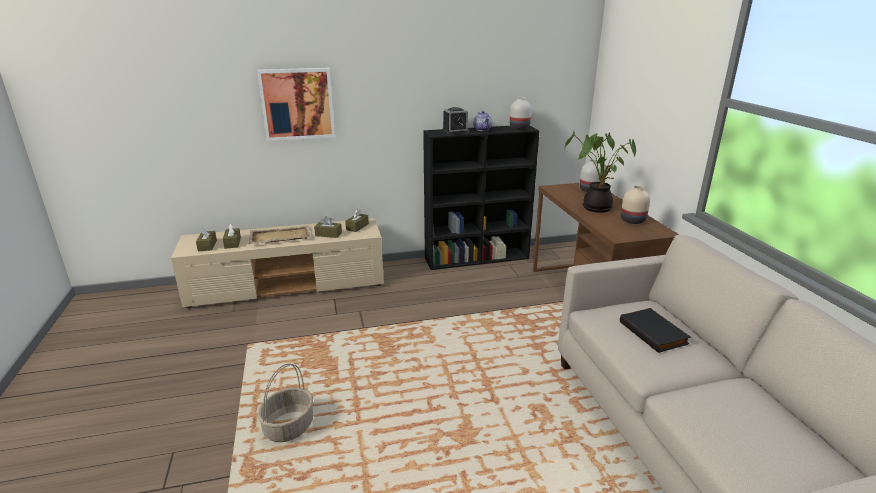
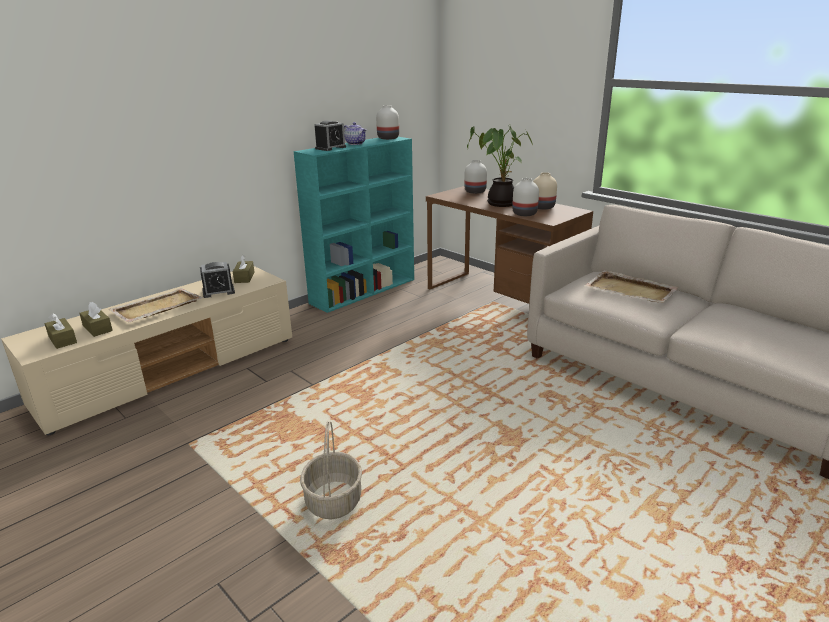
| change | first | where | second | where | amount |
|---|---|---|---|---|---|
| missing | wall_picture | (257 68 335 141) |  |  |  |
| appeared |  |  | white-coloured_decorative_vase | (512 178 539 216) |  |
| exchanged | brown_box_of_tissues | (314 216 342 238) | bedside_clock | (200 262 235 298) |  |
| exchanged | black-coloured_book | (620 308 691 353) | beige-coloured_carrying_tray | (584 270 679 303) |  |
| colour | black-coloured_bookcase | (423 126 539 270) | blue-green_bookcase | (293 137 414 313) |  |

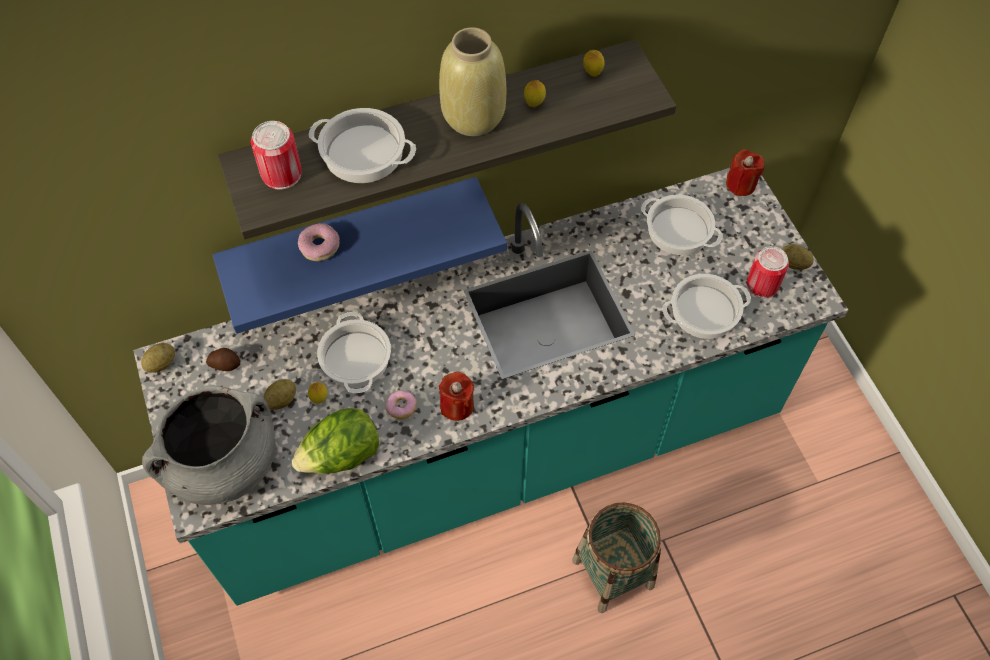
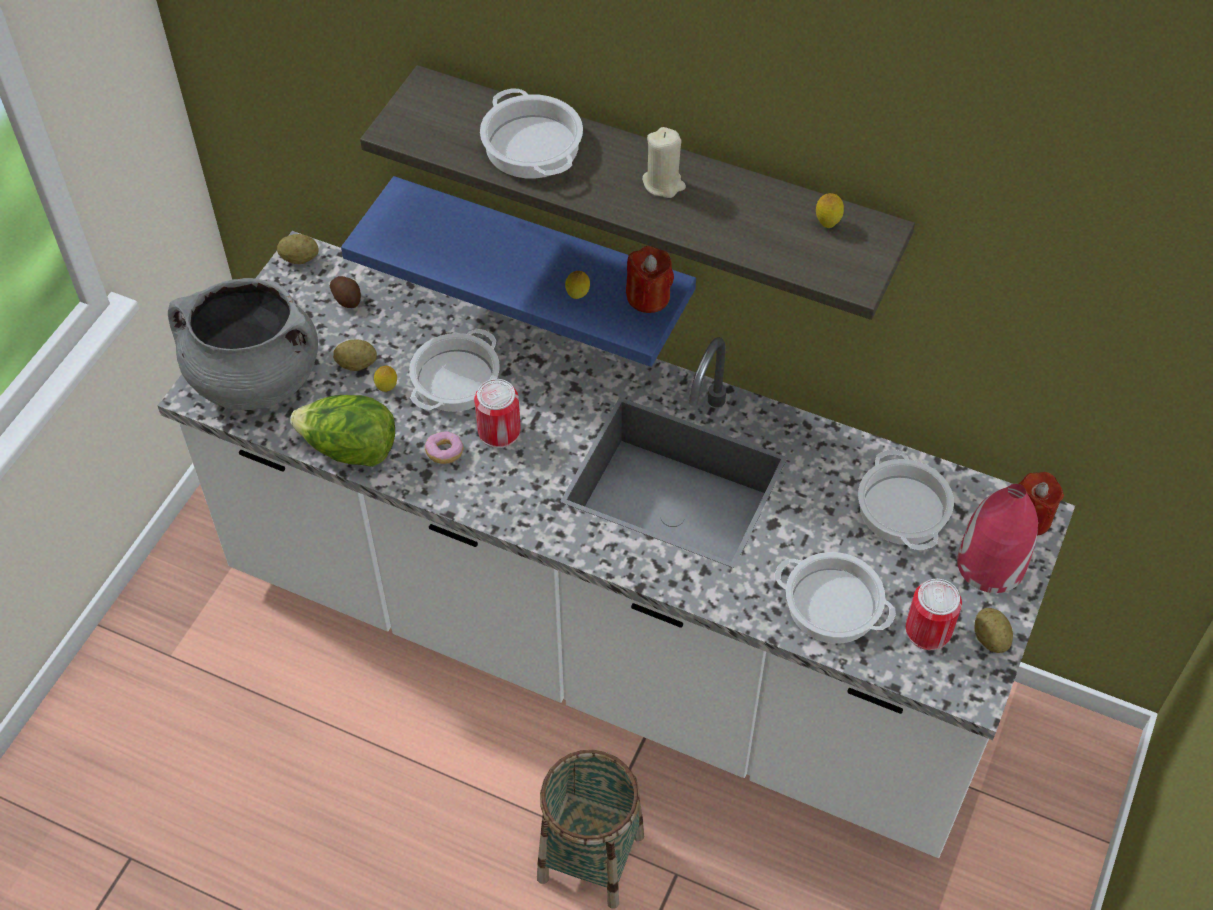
| change | first | where | second | where | amount |
|---|---|---|---|---|---|
| missing | doughnut | (298 223 340 261) |  |  |  |
| appeared |  |  | red-coloured_decorative_vase | (957 484 1038 593) |  |
| relocated | sealed_can | (251 121 302 190) |  | (474 379 521 448) |  |
| relocated | red-coloured_candle | (439 372 474 421) |  | (626 246 674 313) |  |
| relocated | whole_lemon | (524 80 546 107) |  | (565 271 590 299) |  |
| exchanged | beige-coloured_decorative_vase | (439 27 506 136) | beige-coloured_candle | (642 127 686 198) |  |
| colour | blue-green_kitchen_counter | (133 168 848 606) | white-coloured_kitchen_counter | (157 231 1075 858) |  |

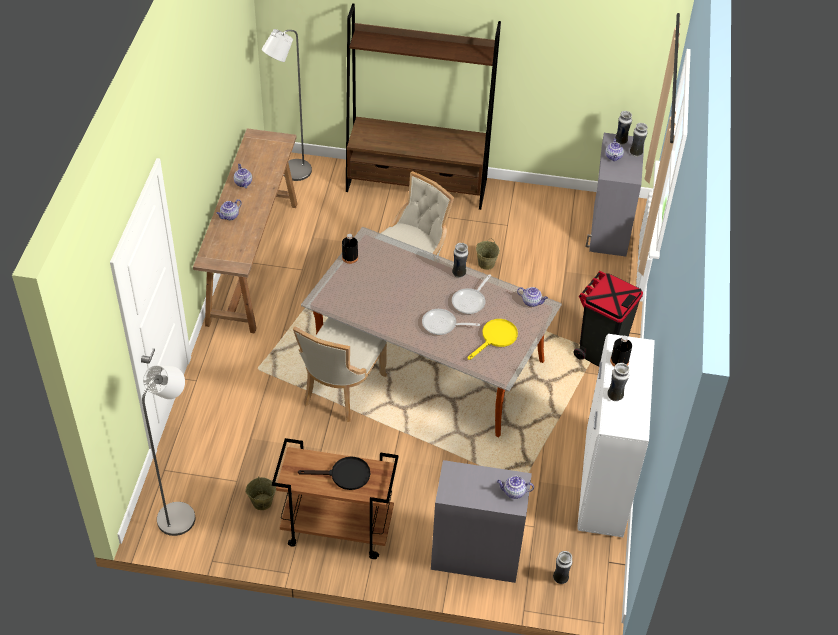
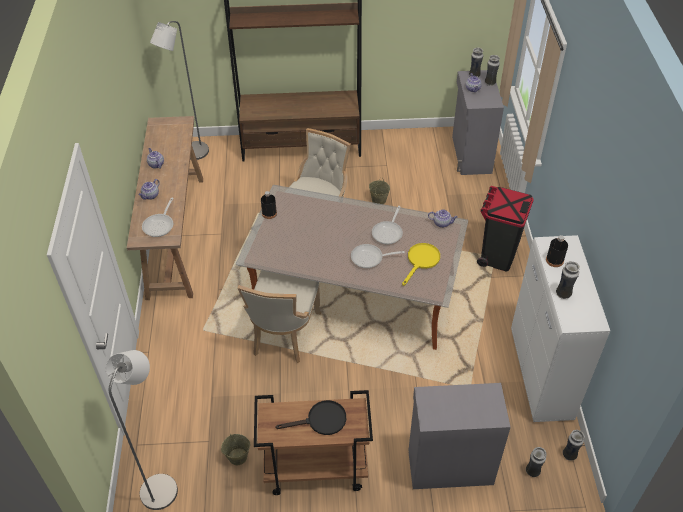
| change | first | where | second | where | amount |
|---|---|---|---|---|---|
| missing | tea_pot | (497 476 534 499) |  |  |  |
| appeared |  |  | pan | (142 198 173 237) |  |
| relocated | decorative_vase | (452 243 468 278) |  | (563 430 585 461) |  |

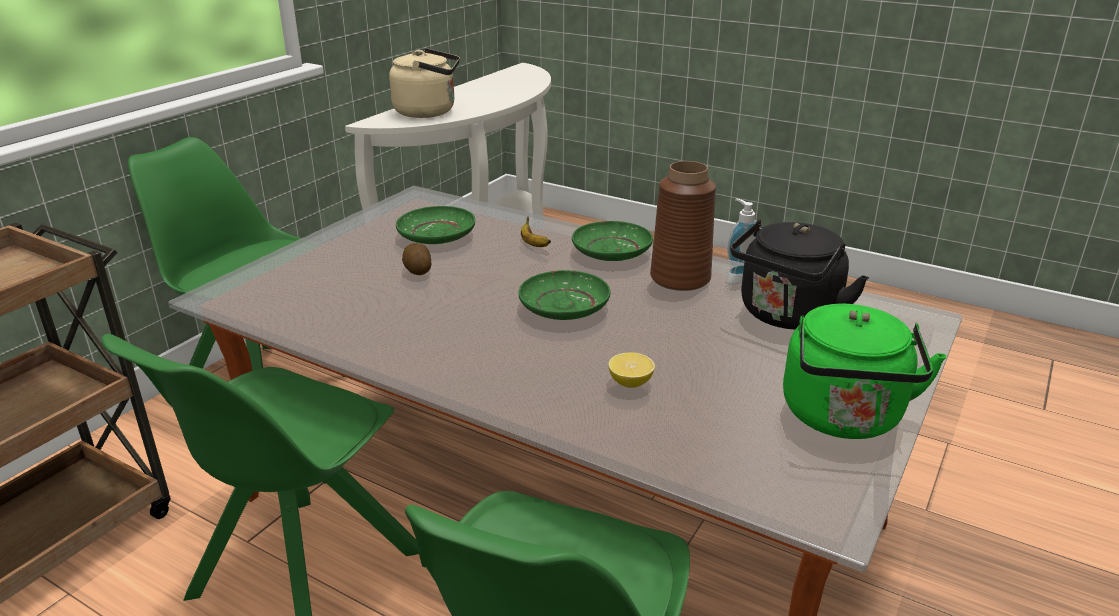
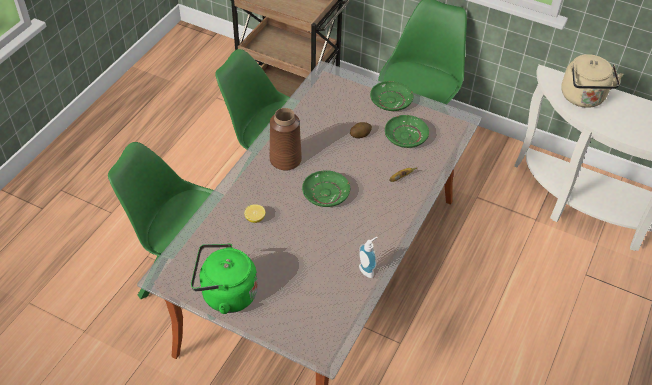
| change | first | where | second | where | amount |
|---|---|---|---|---|---|
| missing | black-coloured_water_kettle | (731 219 869 329) |  |  |  |
| relocated | green_flat_dish | (572 221 653 261) |  | (370 81 414 111) |  |
| relocated | brown_decorative_vase | (650 161 716 291) |  | (270 108 302 170) |  |

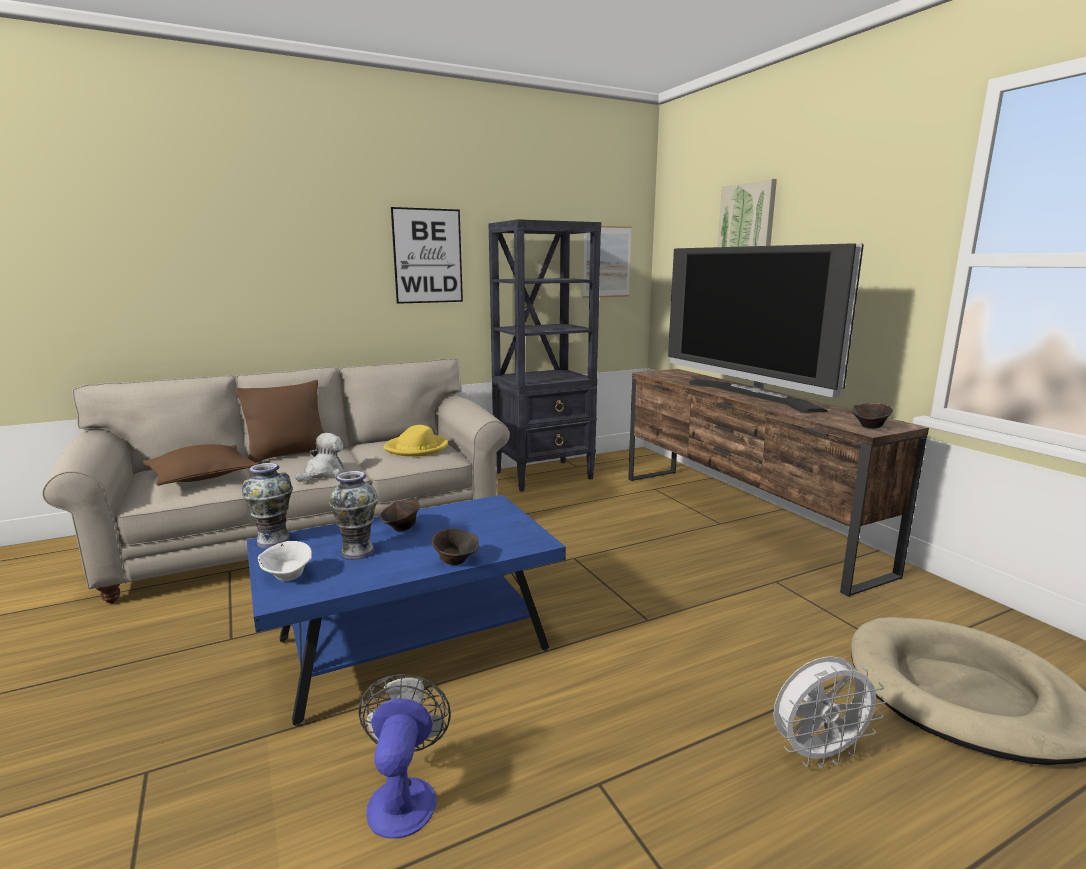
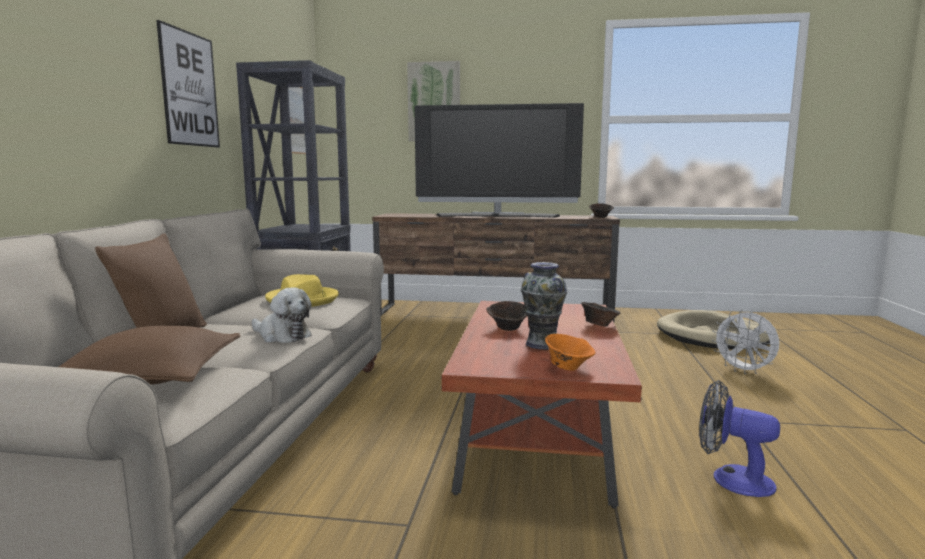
| change | first | where | second | where | amount |
|---|---|---|---|---|---|
| missing | decorative_vase | (242 463 293 548) |  |  |  |
| colour | blue_lounge_table | (247 495 566 726) | brown_lounge_table | (441 301 642 508) |  |
| colour | white-coloured_deep_dish | (258 541 312 581) | orange-coloured_deep_dish | (545 334 596 371) |  |
| spun | plush_toy | (295 433 344 482) |  | (252 287 312 343) | 150 degrees clockwise |
| spun | white-coloured_fan | (773 656 886 768) |  | (711 310 779 374) | 120 degrees clockwise |

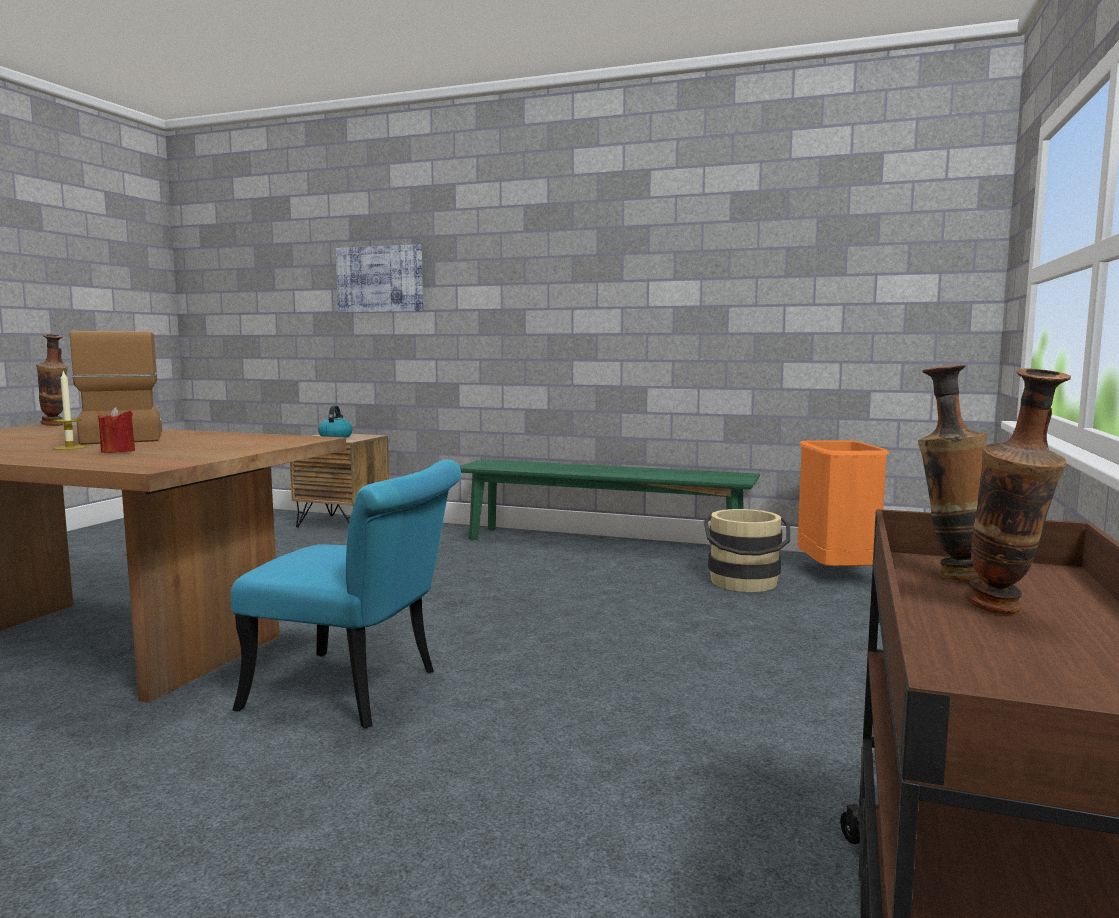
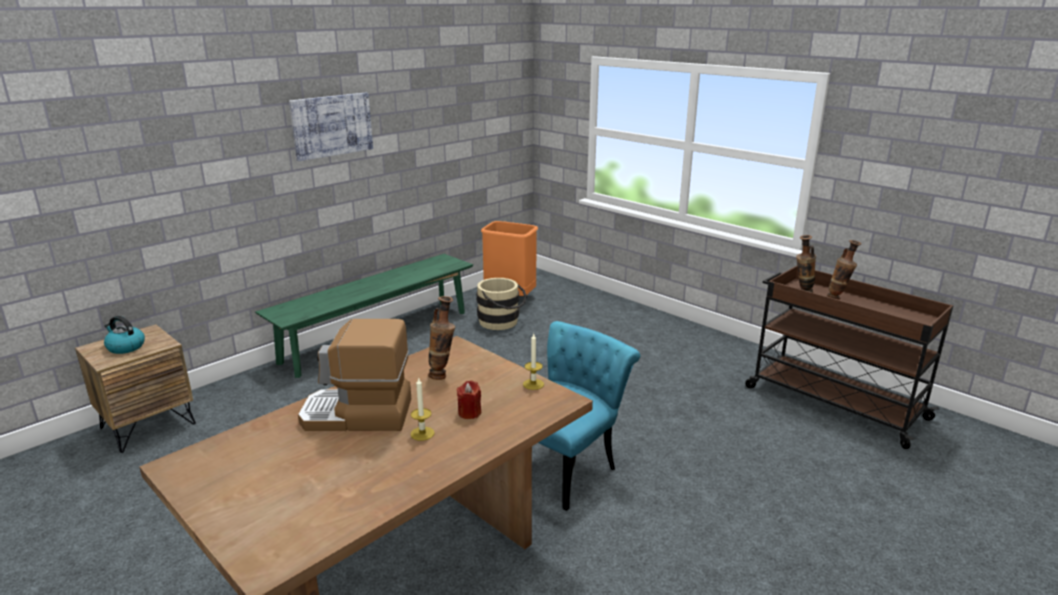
| change | first | where | second | where | amount |
|---|---|---|---|---|---|
| appeared |  |  | candle | (523 334 544 390) |  |
| relocated | decorative_vase | (36 334 68 426) |  | (428 296 455 380) |  |
| relocated | wall_picture | (336 244 423 313) |  | (289 93 373 161) |  |

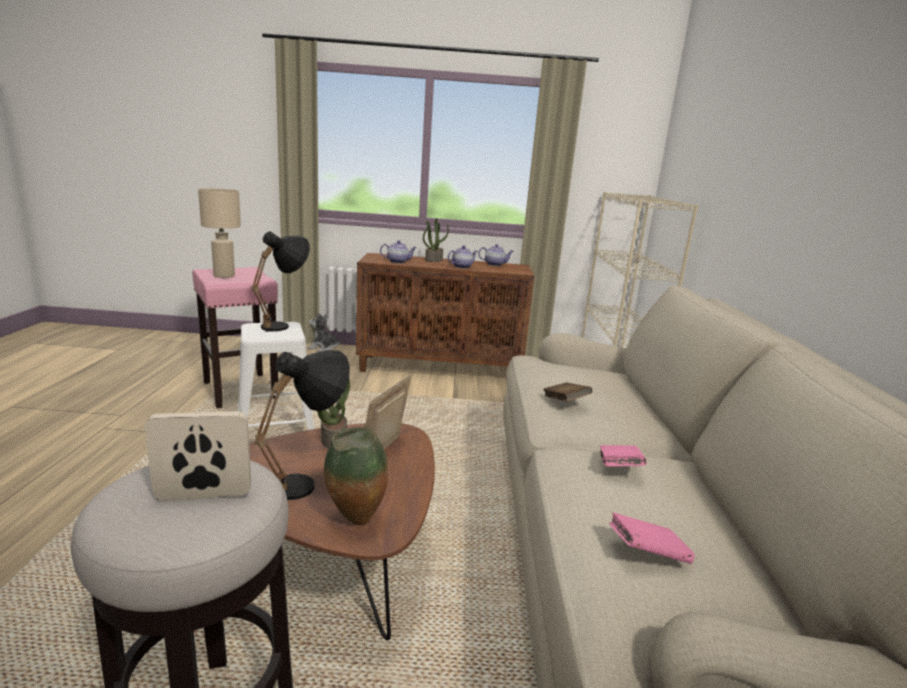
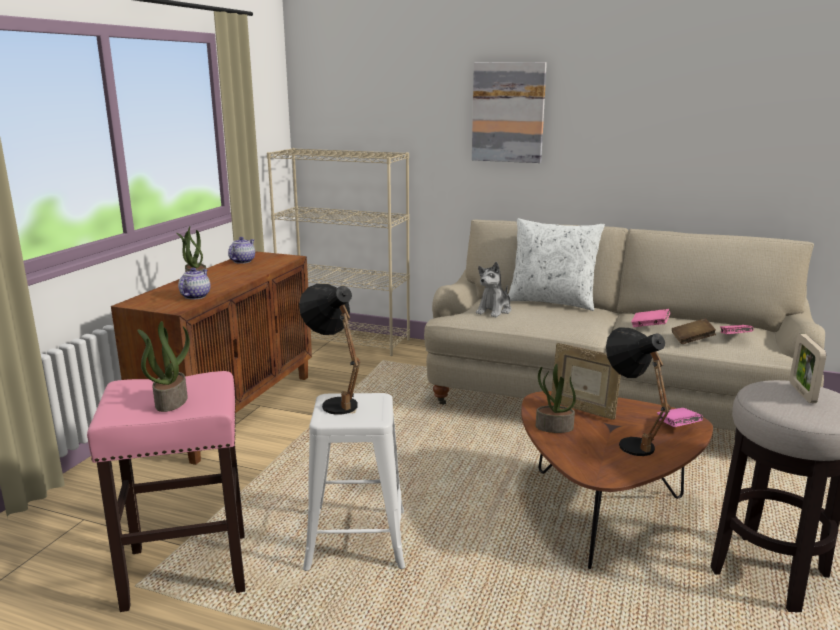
| change | first | where | second | where | amount |
|---|---|---|---|---|---|
| missing | tea_pot | (448 246 477 269) |  |  |  |
| appeared |  |  | wall_picture | (472 62 547 163) |  |
| appeared |  |  | white-coloured_pillow | (508 218 605 311) |  |
| relocated | plush_toy | (308 313 342 352) |  | (476 262 511 317) |  |
| relocated | brown_book | (543 383 592 402) |  | (672 318 716 344) |  |
| exchanged | beige-coloured_table_lamp | (198 188 241 278) | houseplant | (137 321 190 412) |  |
| exchanged | decorative_vase | (324 427 388 525) | pink-coloured_book | (657 408 703 427) |  |

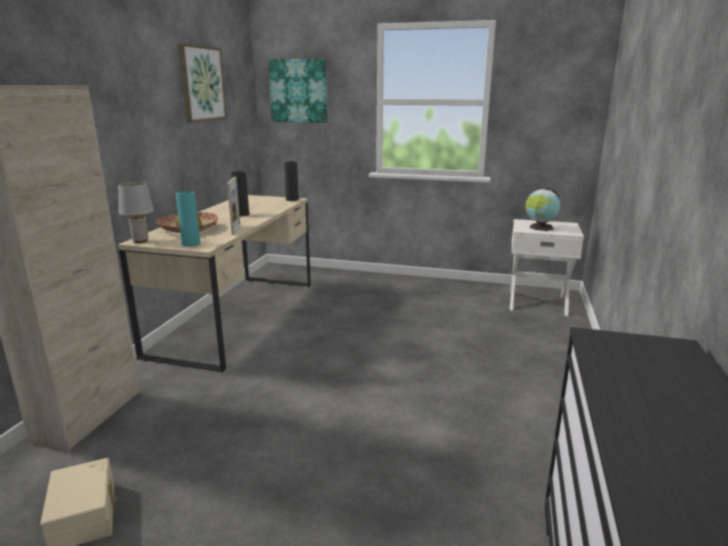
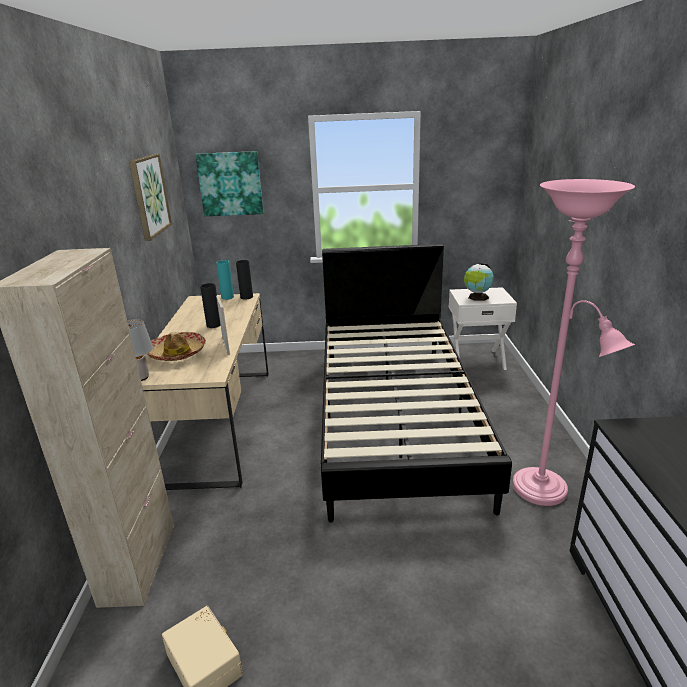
| change | first | where | second | where | amount |
|---|---|---|---|---|---|
| appeared |  |  | black-coloured_sleeping_bed | (321 244 512 522) |  |
| appeared |  |  | pink-coloured_standing_lamp | (513 179 635 506) |  |
| relocated | blue-green_decorative_vase | (176 191 201 247) |  | (216 260 234 300) |  |

